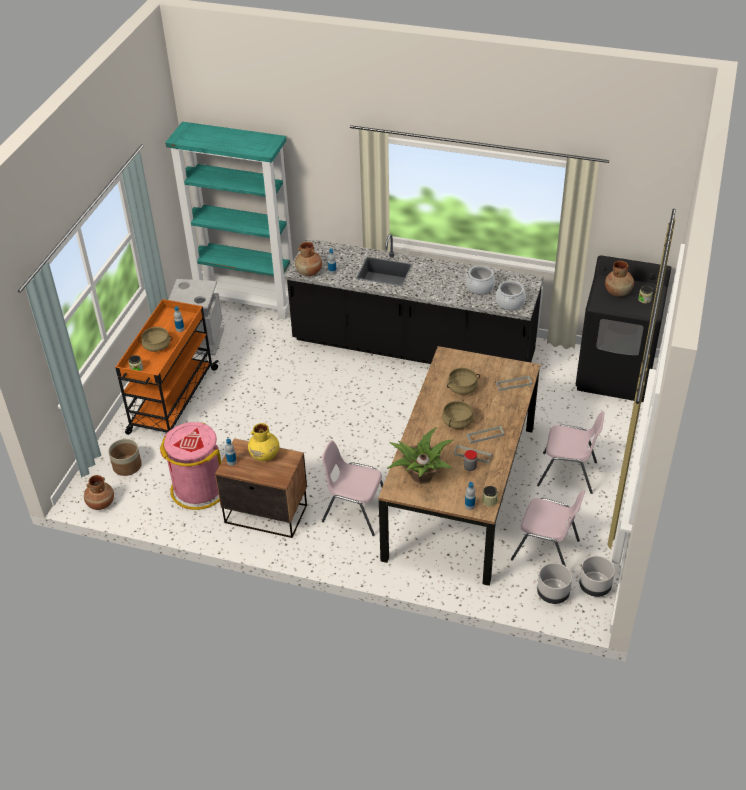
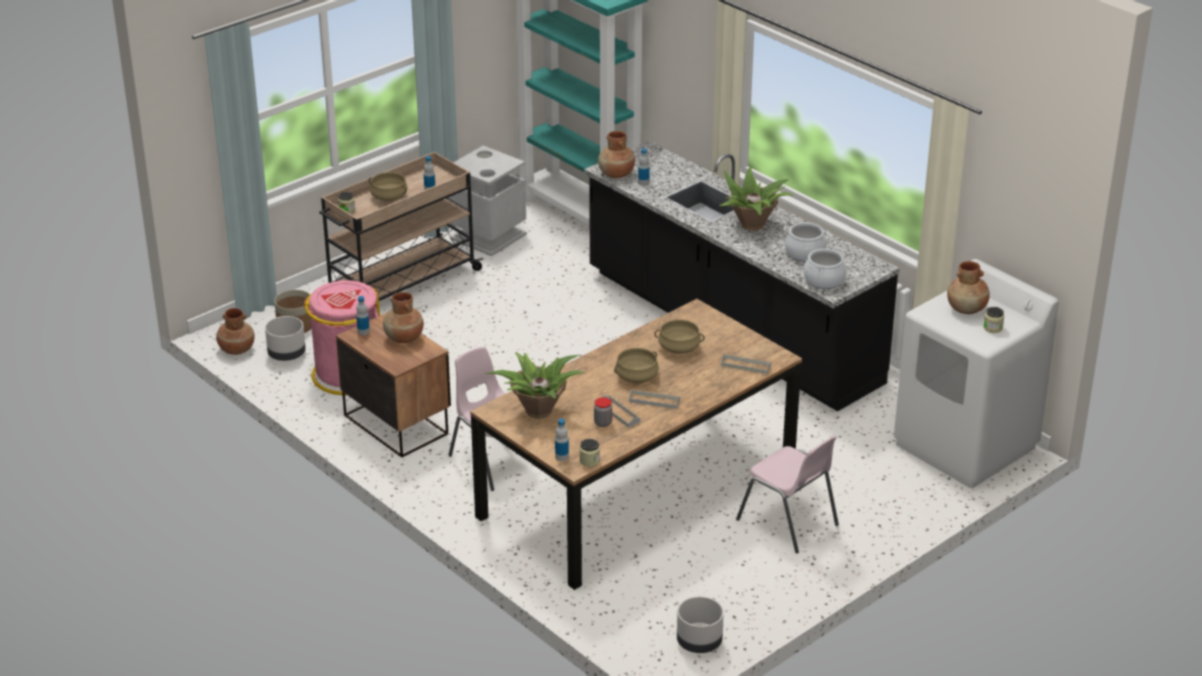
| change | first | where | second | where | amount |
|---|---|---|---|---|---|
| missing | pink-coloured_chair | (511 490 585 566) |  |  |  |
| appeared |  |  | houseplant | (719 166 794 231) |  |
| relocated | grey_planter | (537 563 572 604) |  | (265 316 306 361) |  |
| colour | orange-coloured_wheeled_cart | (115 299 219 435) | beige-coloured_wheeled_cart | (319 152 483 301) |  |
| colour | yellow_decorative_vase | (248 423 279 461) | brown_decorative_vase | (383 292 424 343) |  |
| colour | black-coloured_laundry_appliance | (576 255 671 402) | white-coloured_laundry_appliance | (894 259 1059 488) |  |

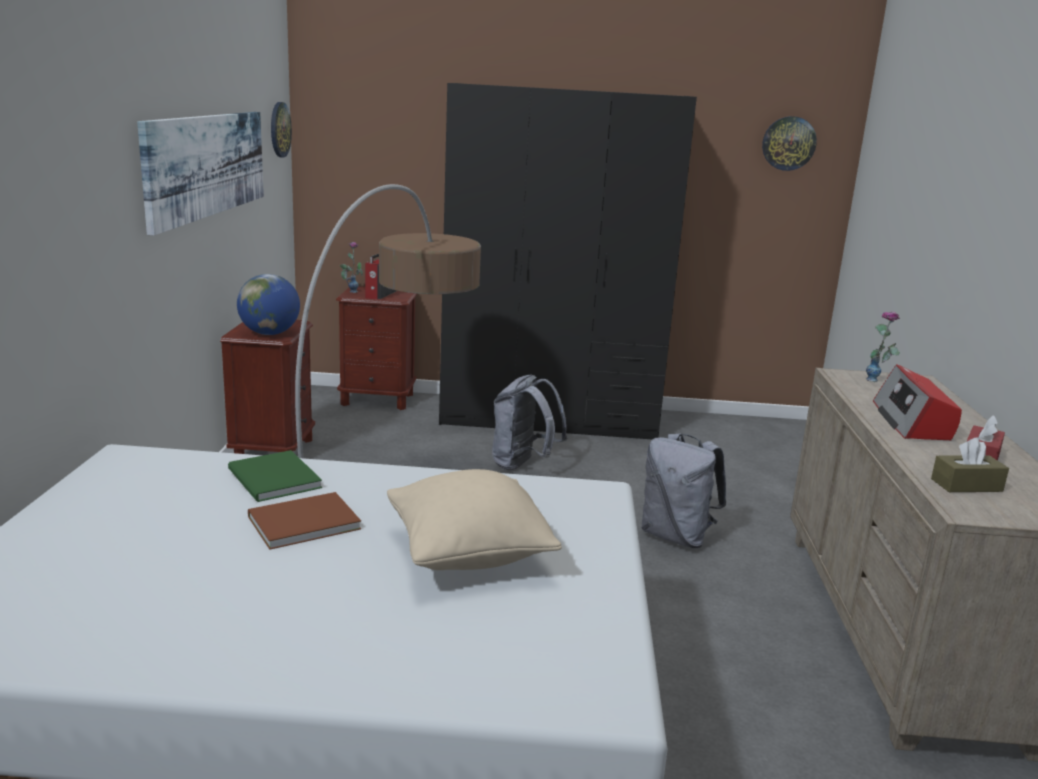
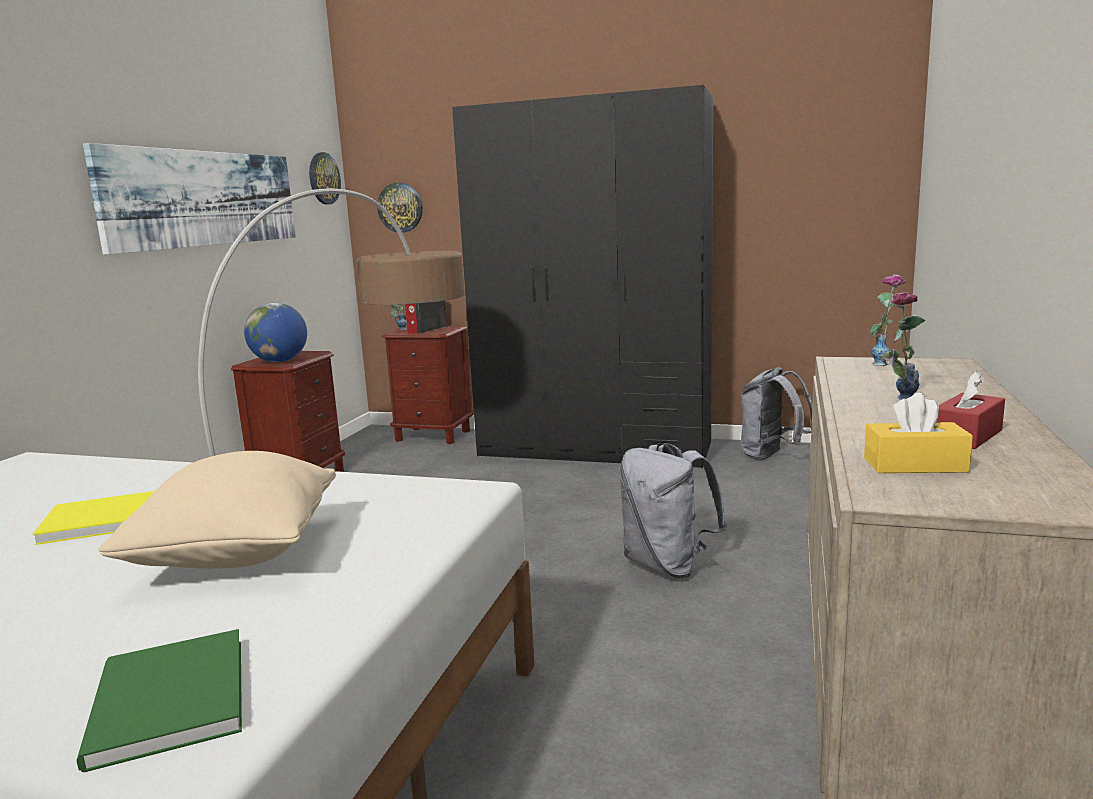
| change | first | where | second | where | amount |
|---|---|---|---|---|---|
| relocated | green_book | (228 450 322 502) |  | (76 629 242 773) |  |
| relocated | grey_rucksack | (492 375 567 470) |  | (741 367 812 460) |  |
| relocated | wall_clock | (762 116 817 171) |  | (377 183 423 233) |  |
| exchanged | radio | (873 364 962 440) | decorative_vase | (879 292 926 400) |  |
| colour | brown_book | (248 492 361 549) | yellow_book | (32 491 155 545) |  |
| colour | brown_box_of_tissues | (931 437 1009 492) | yellow_box_of_tissues | (864 392 973 473) |  |

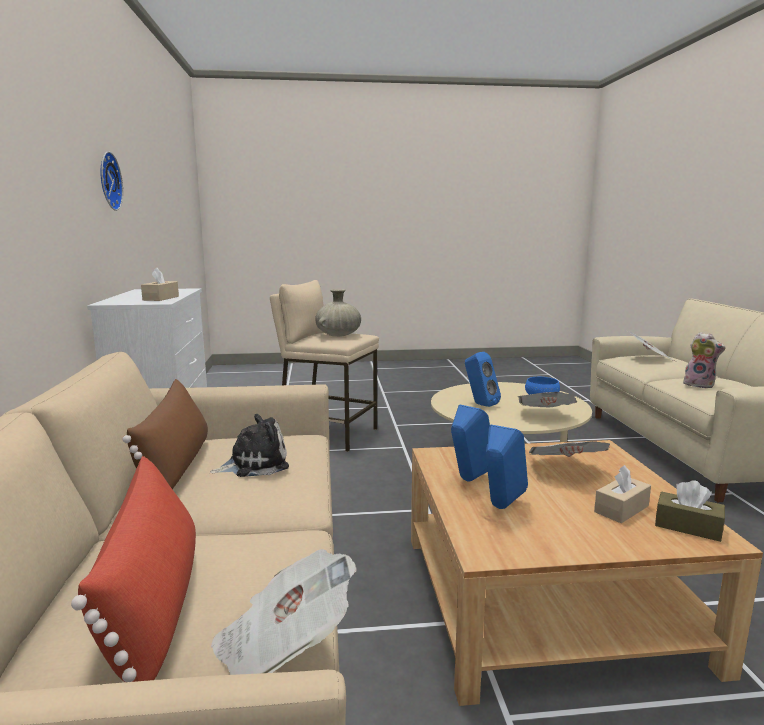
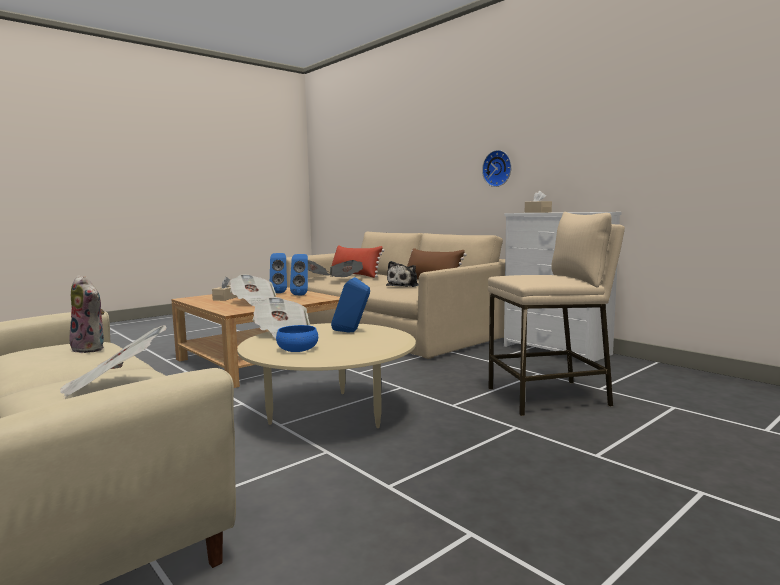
| change | first | where | second | where | amount |
|---|---|---|---|---|---|
| missing | beige-coloured_decorative_vase | (315 289 361 337) |  |  |  |
| missing | brown_box_of_tissues | (655 480 725 542) |  |  |  |
| appeared |  |  | daily_paper | (330 260 363 277) |  |
| relocated | wall_clock | (100 151 123 211) |  | (482 150 511 187) |  |
| spun | plush_toy | (683 332 726 388) |  | (69 275 105 353) | 150 degrees counterclockwise |

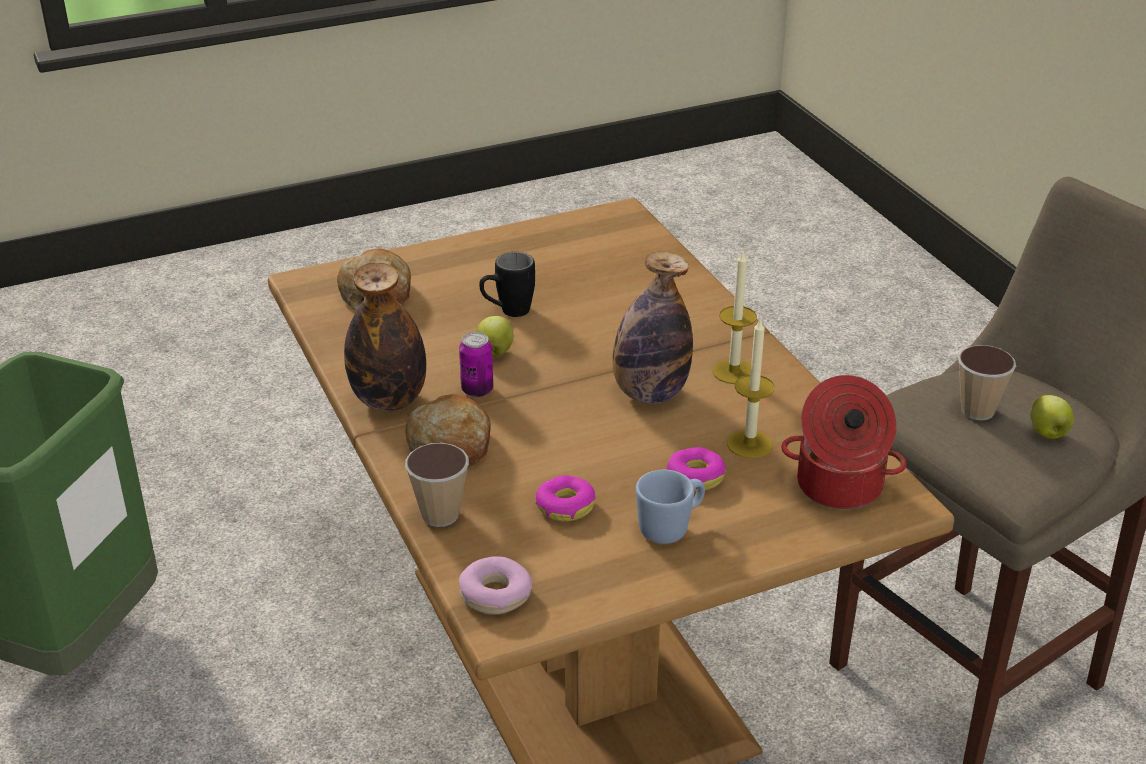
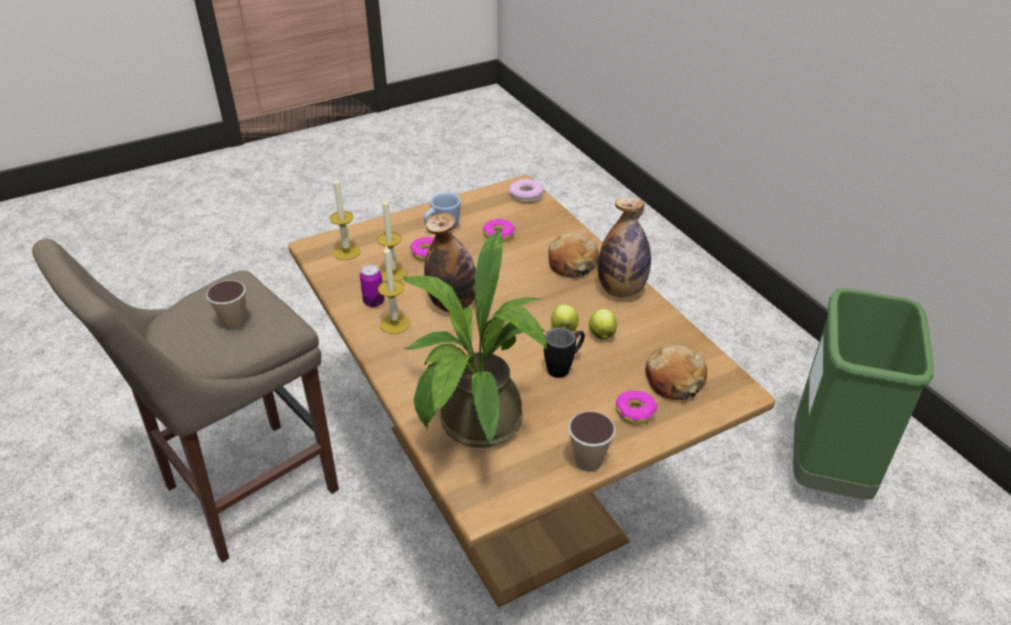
| change | first | where | second | where | amount |
|---|---|---|---|---|---|
| appeared |  |  | houseplant | (404 230 547 448) |  |
| appeared |  |  | doughnut | (616 391 657 424) |  |
| relocated | drinking_cup | (405 443 469 527) |  | (568 411 616 472) |  |
| relocated | sealed_can | (459 332 493 397) |  | (360 265 385 307) |  |
| relocated | whole_apple | (1031 395 1074 439) |  | (589 309 617 340) |  |
| exchanged | cooking_pot | (781 375 907 509) | candle | (330 176 360 260) |  |

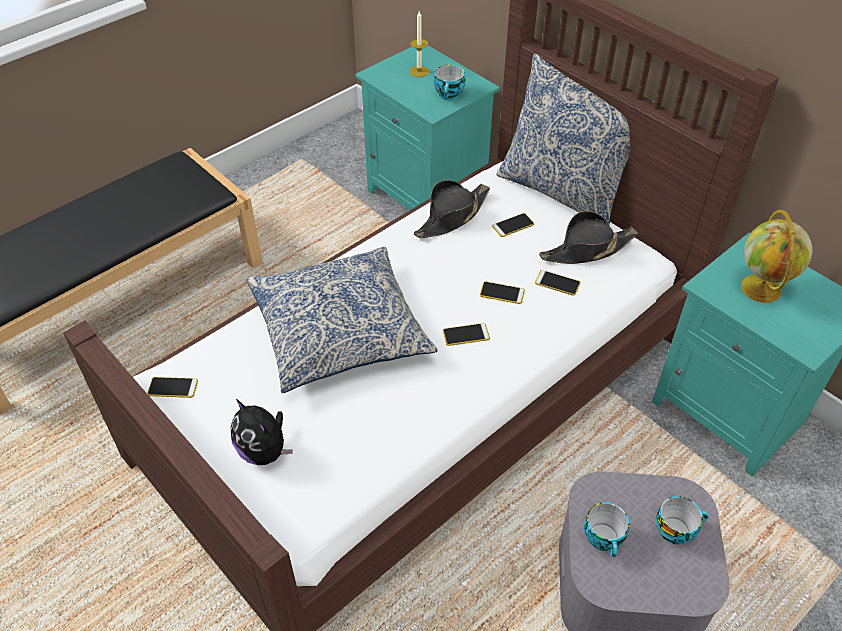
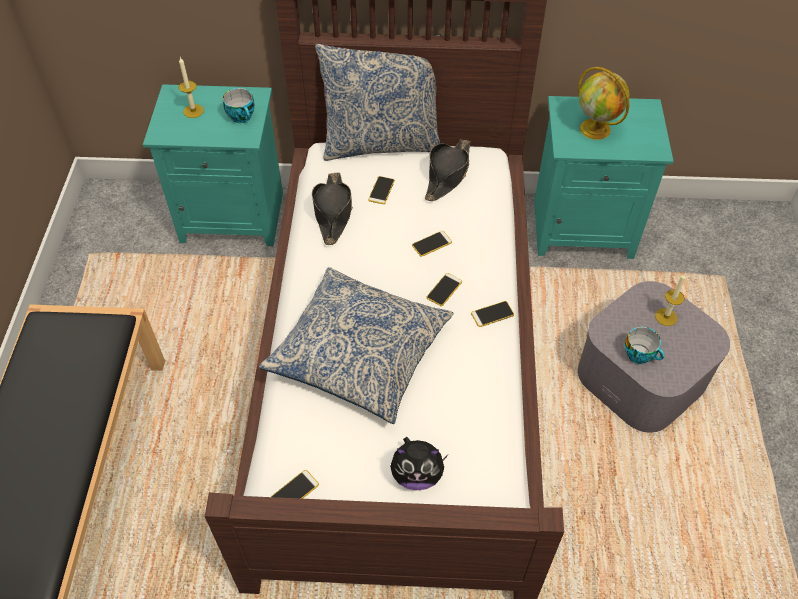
| change | first | where | second | where | amount |
|---|---|---|---|---|---|
| relocated | telephone | (535 270 581 296) |  | (471 301 514 327) |  |
| exchanged | drinking_cup | (656 496 708 544) | candle | (655 274 686 326) |  |

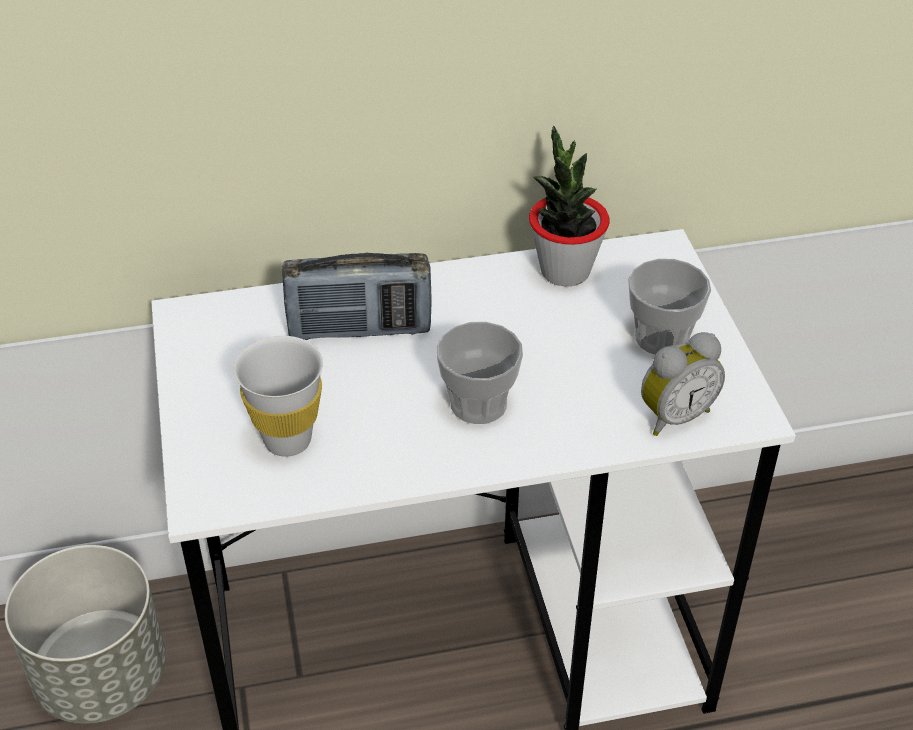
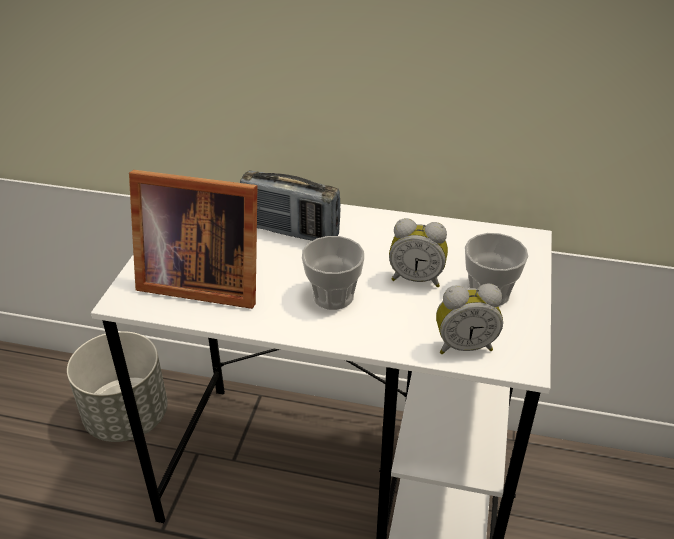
| change | first | where | second | where | amount |
|---|---|---|---|---|---|
| missing | houseplant | (529 126 610 286) |  |  |  |
| appeared |  |  | bedside_clock | (389 218 448 287) |  |
| exchanged | white-coloured_drinking_cup | (234 336 323 457) | standing_frame | (129 170 257 309) |  |

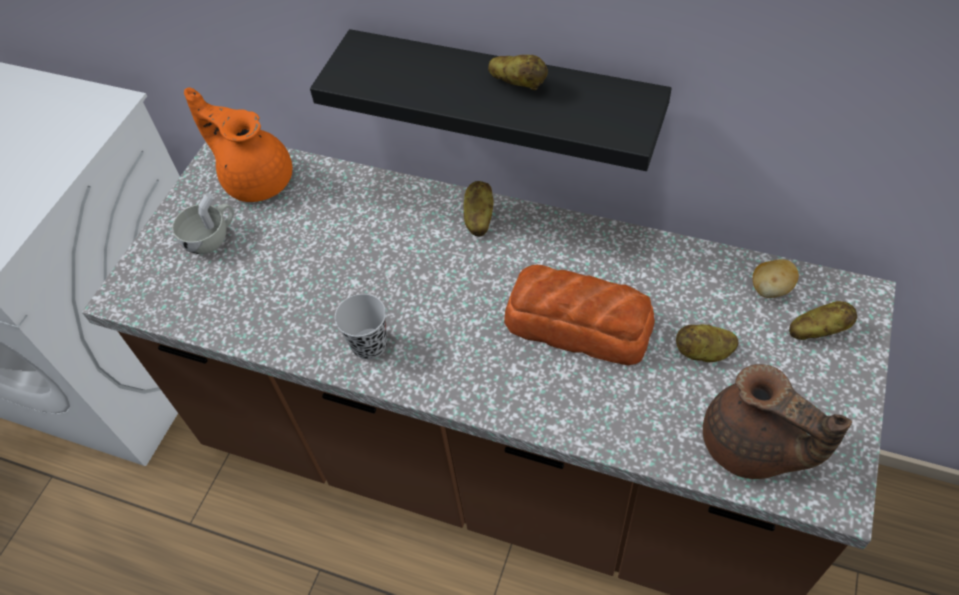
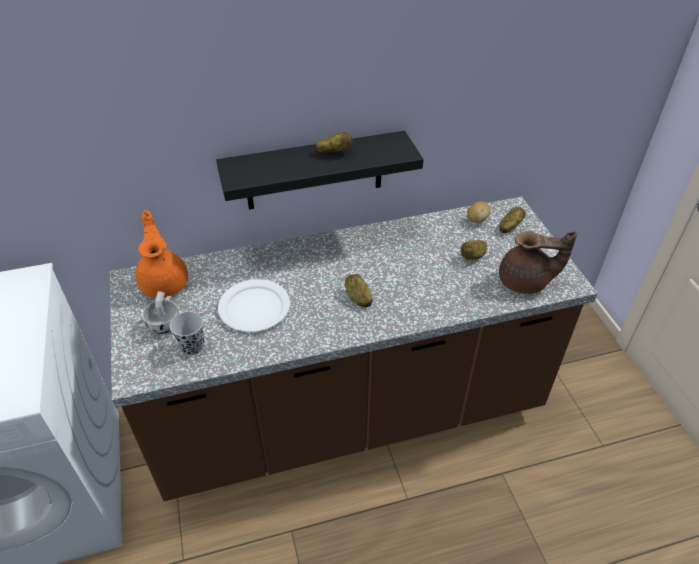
| change | first | where | second | where | amount |
|---|---|---|---|---|---|
| missing | bread | (504 265 655 365) |  |  |  |
| appeared |  |  | white-coloured_flat_dish | (218 279 290 332) |  |
| relocated | black-coloured_drinking_cup | (335 294 387 360) |  | (170 311 204 355) |  |
| relocated | spud | (463 181 494 236) |  | (345 274 373 307) |  |
| spun | orange-coloured_tea_pot | (184 87 293 202) |  | (136 210 188 298) | 75 degrees clockwise |

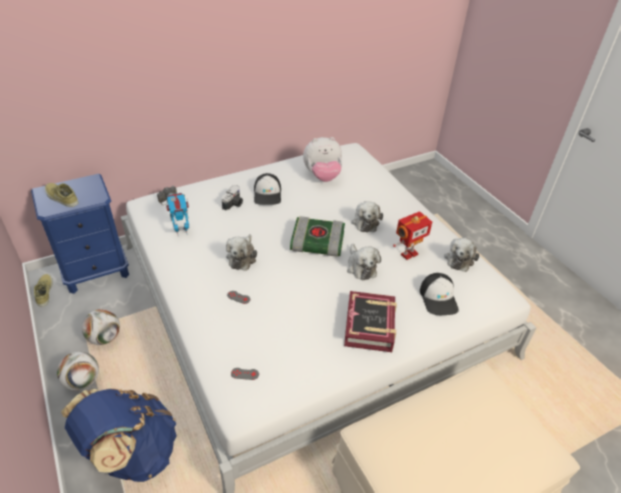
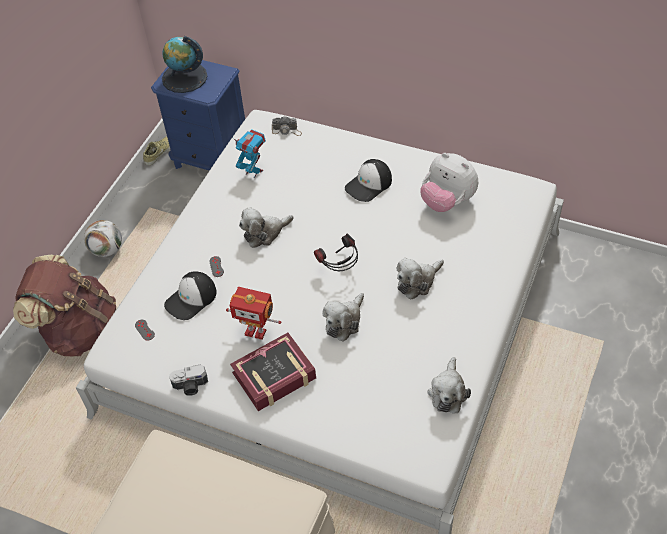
| change | first | where | second | where | amount |
|---|---|---|---|---|---|
| missing | football | (82 309 120 345) |  |  |  |
| relocated | photo_camera | (222 185 243 211) |  | (169 365 208 396) |  |
| relocated | model_robot | (393 211 432 260) |  | (226 287 281 340) |  |
| relocated | baseball_cap | (420 273 459 315) |  | (164 271 217 320) |  |
| exchanged | beige-coloured_item_of_footwear | (45 183 79 207) | world_globe | (162 36 207 93) |  |
| exchanged | book | (290 216 345 257) | pair_of_headphones | (314 233 358 271) |  |
| colour | blue_rucksack | (61 388 177 482) | brown_rucksack | (13 255 116 356) |  |
| spun | plush_toy | (444 237 479 272) |  | (428 357 471 413) | 60 degrees counterclockwise |

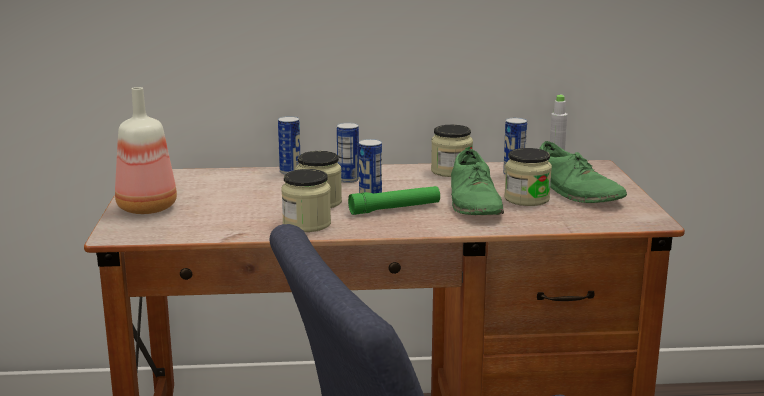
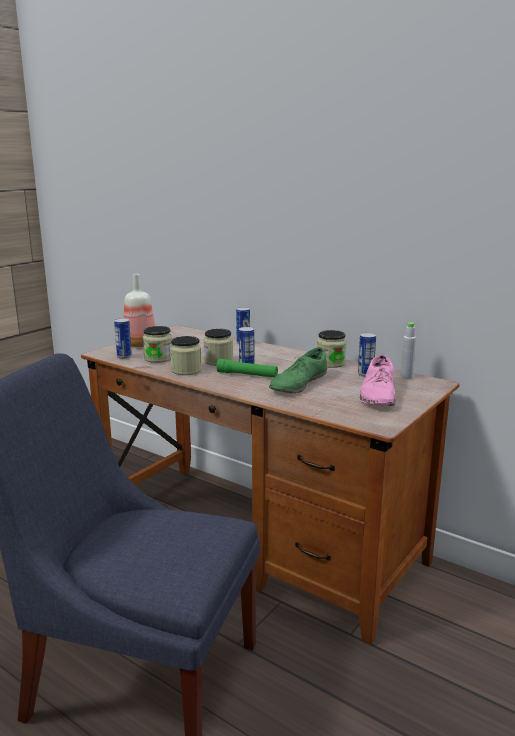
| change | first | where | second | where | amount |
|---|---|---|---|---|---|
| relocated | sealed_can | (337 123 359 183) |  | (114 318 132 359) |  |
| relocated | preserve_jar | (504 148 552 206) |  | (143 326 172 363) |  |
| colour | green_item_of_footwear | (539 141 627 203) | pink-coloured_item_of_footwear | (359 354 396 406) |  |

